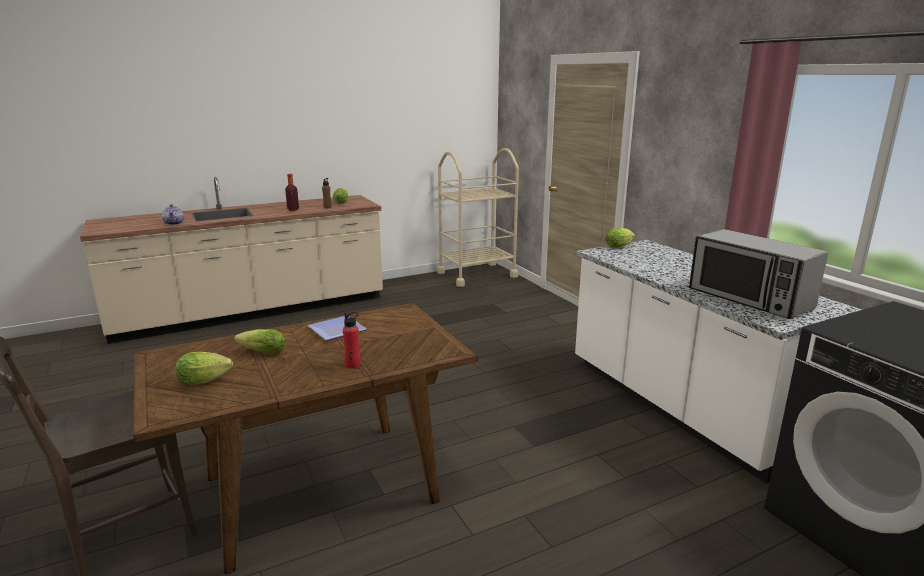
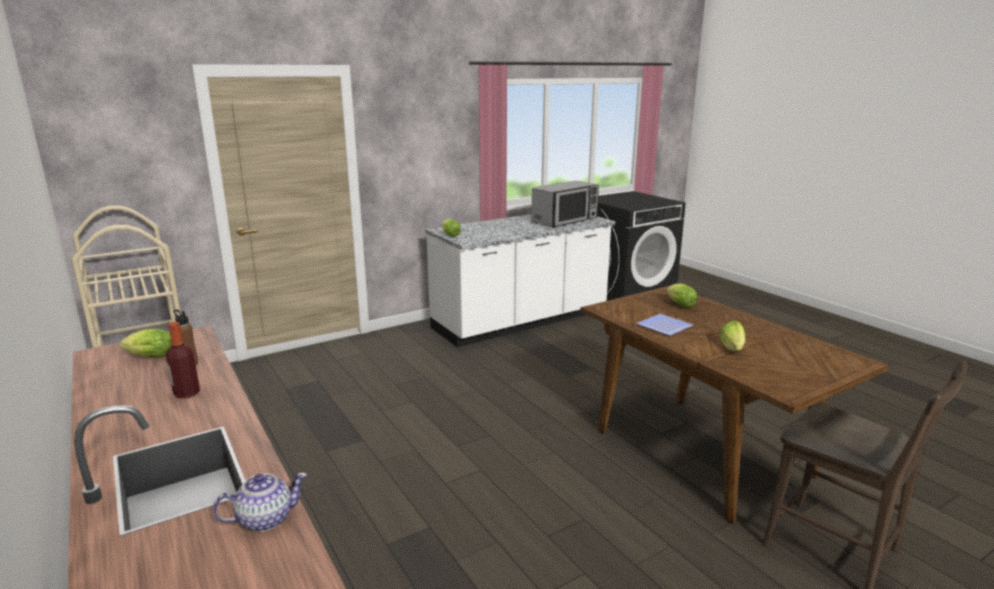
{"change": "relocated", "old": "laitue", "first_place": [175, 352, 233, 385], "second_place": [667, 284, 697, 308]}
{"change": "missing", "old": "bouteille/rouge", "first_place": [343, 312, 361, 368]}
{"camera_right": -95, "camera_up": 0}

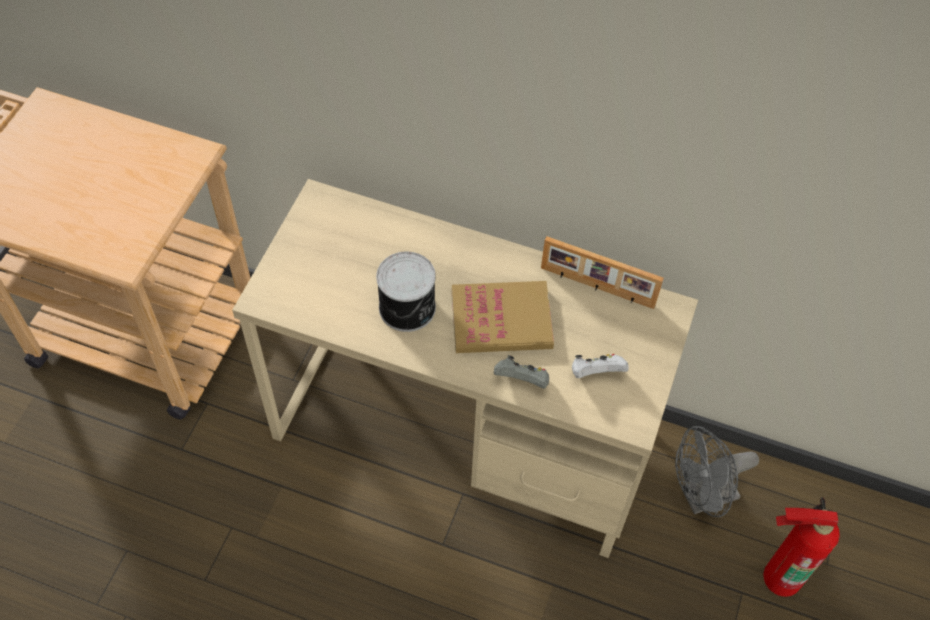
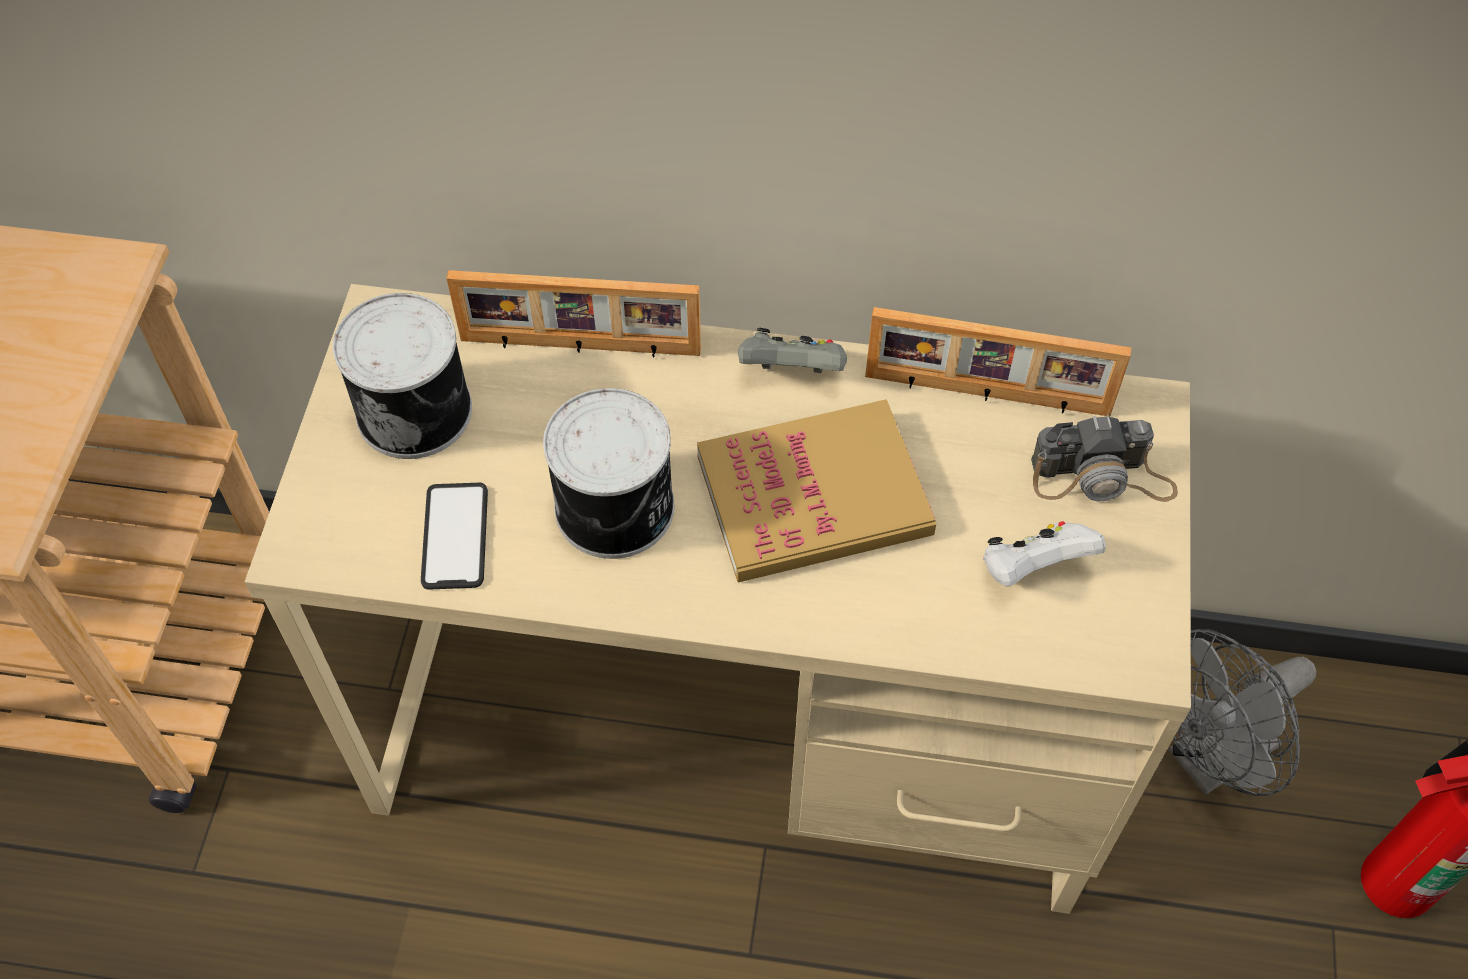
{"change": "relocated", "old": "manette/gris", "first_place": [494, 355, 549, 389], "second_place": [738, 328, 847, 373]}
{"change": "appeared", "new": "boîte métallique", "second_place": [333, 293, 472, 459]}
{"change": "appeared", "new": "téléphone", "second_place": [421, 483, 488, 590]}
{"change": "appeared", "new": "cadre photo", "second_place": [446, 270, 701, 358]}
{"change": "appeared", "new": "appareil photo", "second_place": [1031, 415, 1178, 502]}
{"camera_right": -10, "camera_up": 0}

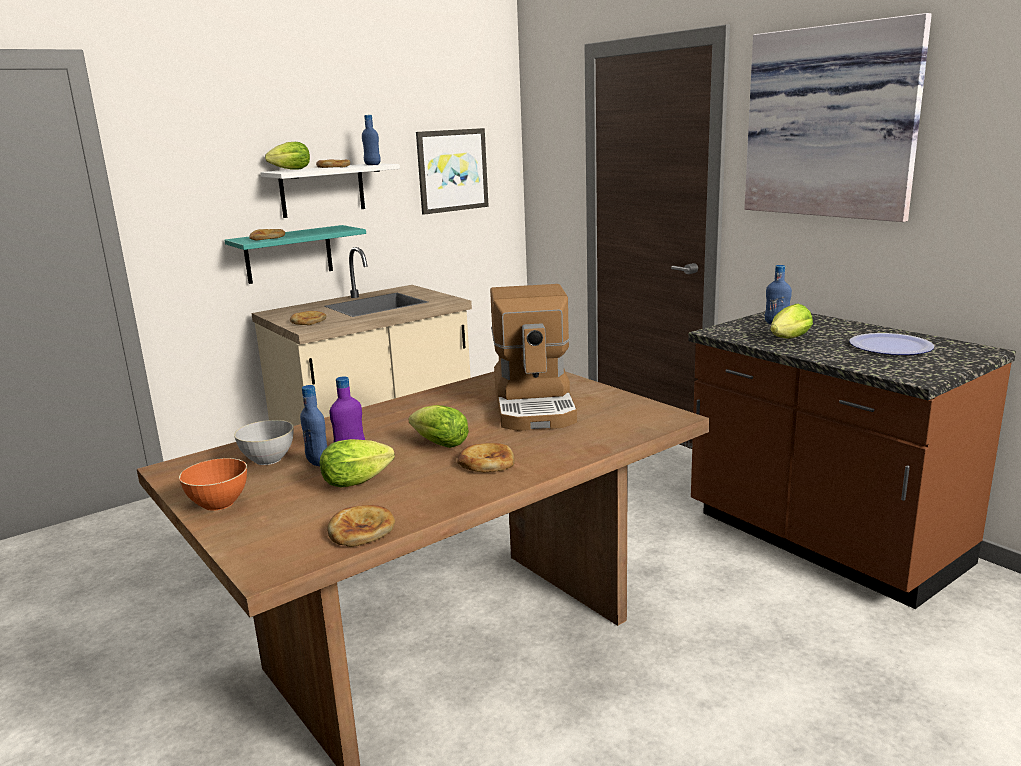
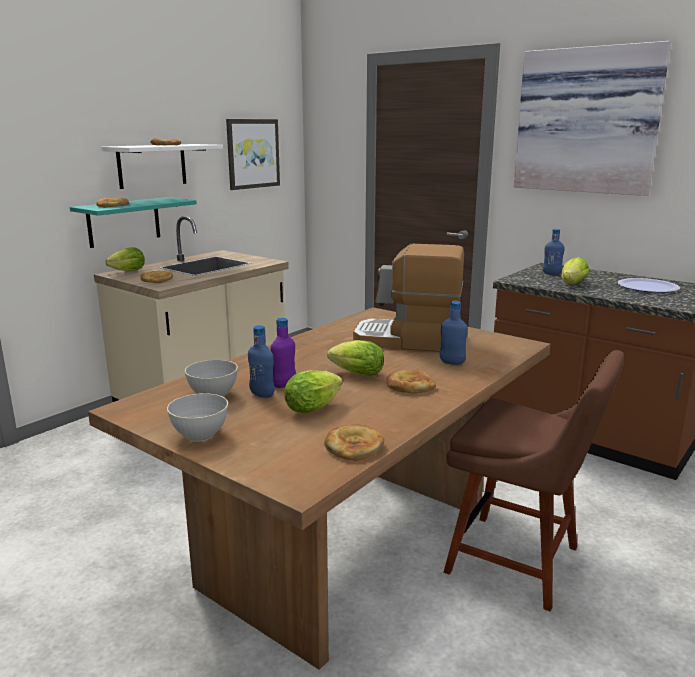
{"change": "colour", "old": "bol/orange", "new": "bol/gris", "first_place": [179, 458, 247, 511], "second_place": [167, 393, 228, 442]}
{"change": "relocated", "old": "laitue", "first_place": [265, 142, 310, 170], "second_place": [105, 248, 145, 271]}
{"change": "relocated", "old": "bouteille/bleu", "first_place": [362, 115, 381, 165], "second_place": [440, 301, 468, 365]}
{"change": "spun", "old": "machine à café", "first_place": [490, 284, 577, 431], "second_place": [353, 244, 464, 352], "degrees": 120}
{"change": "appeared", "new": "chaise/marron", "second_place": [444, 350, 624, 612]}
{"camera_right": -15, "camera_up": 0}

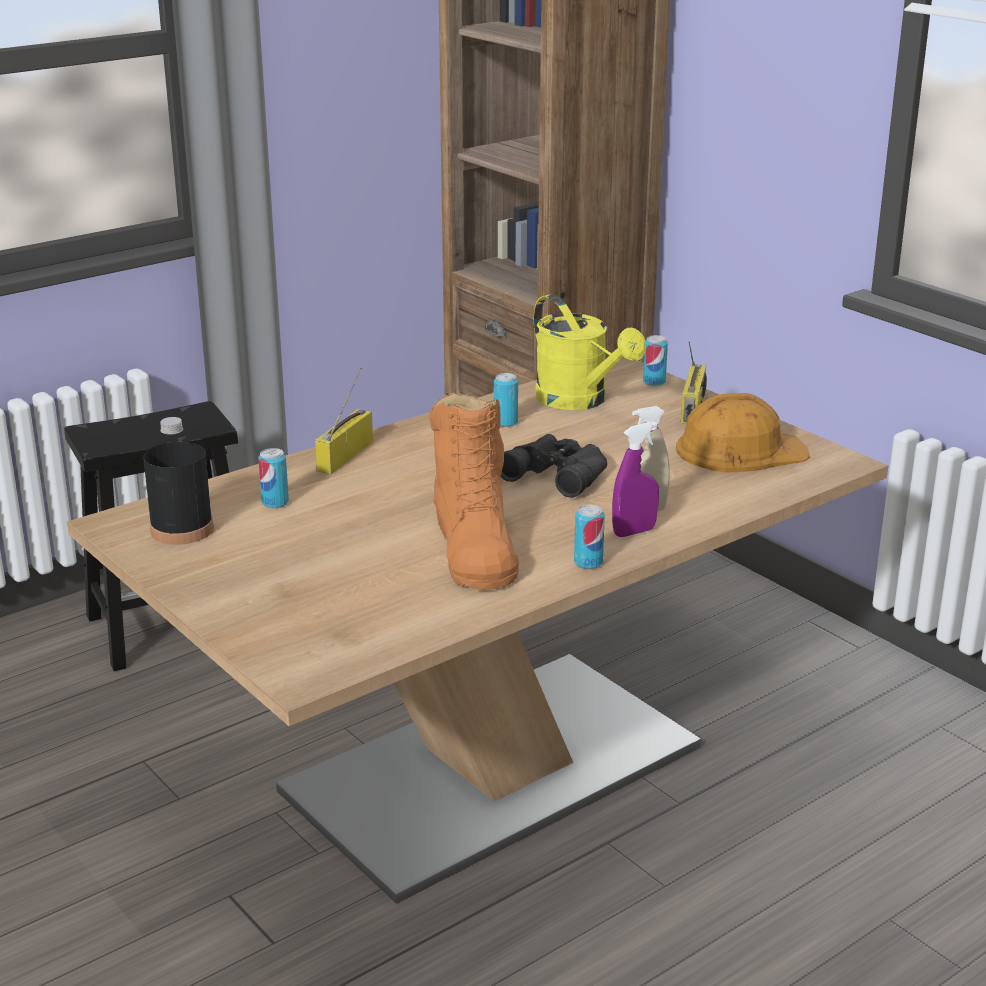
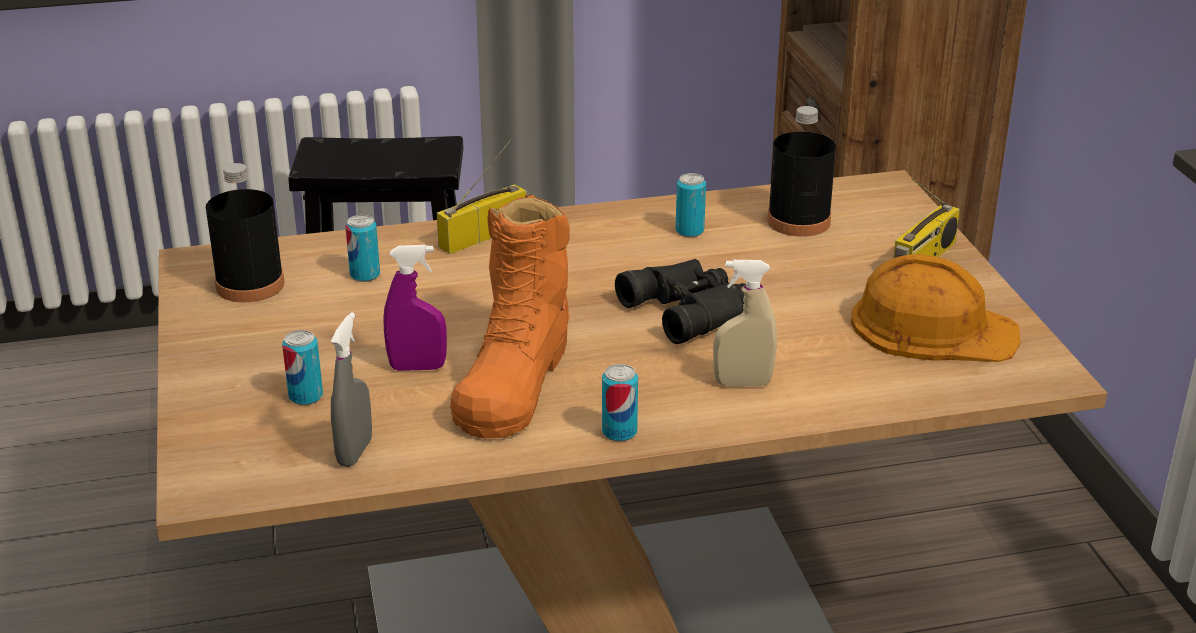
{"change": "exchanged", "old": "arrosoir/jaune", "new": "bouteille/noir", "first_place": [534, 294, 646, 410], "second_place": [767, 106, 836, 237]}
{"change": "relocated", "old": "vaporisateur/violet", "first_place": [612, 422, 659, 537], "second_place": [383, 245, 447, 371]}
{"change": "relocated", "old": "boîte métallique", "first_place": [643, 335, 668, 386], "second_place": [282, 330, 323, 405]}
{"change": "appeared", "new": "vaporisateur/gris", "second_place": [331, 312, 372, 467]}
{"camera_right": 25, "camera_up": 5}

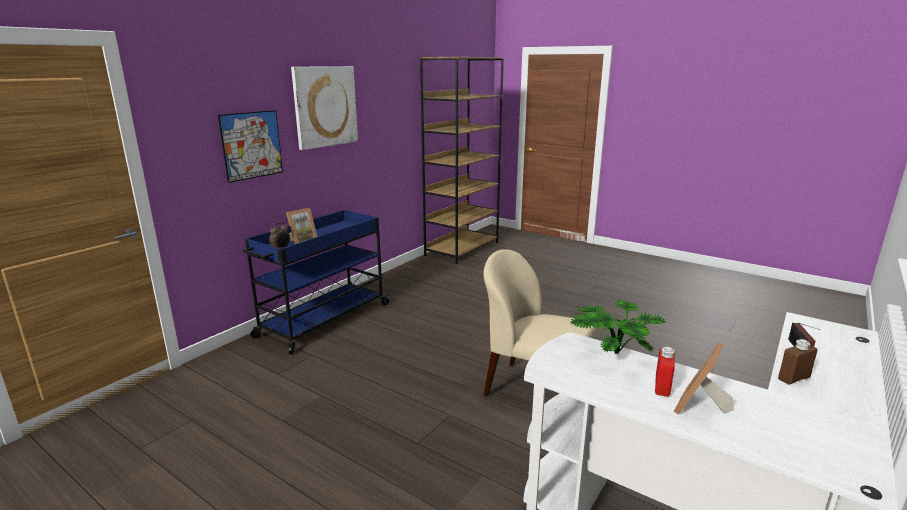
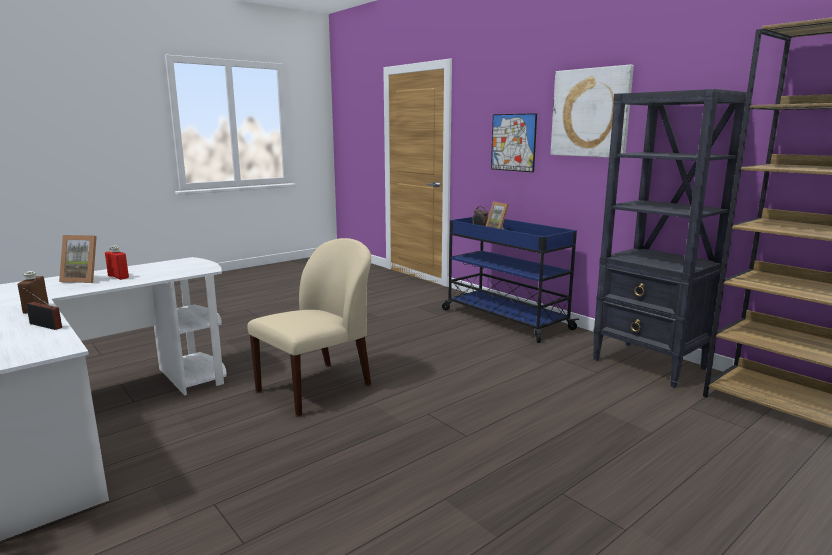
{"change": "missing", "old": "plante en pot", "first_place": [570, 300, 667, 354]}
{"change": "spun", "old": "cadre photo", "first_place": [674, 342, 734, 415], "second_place": [59, 235, 97, 283], "degrees": 135}
{"change": "appeared", "new": "bibliothèque/noir", "second_place": [593, 89, 747, 388]}
{"camera_right": 105, "camera_up": -5}

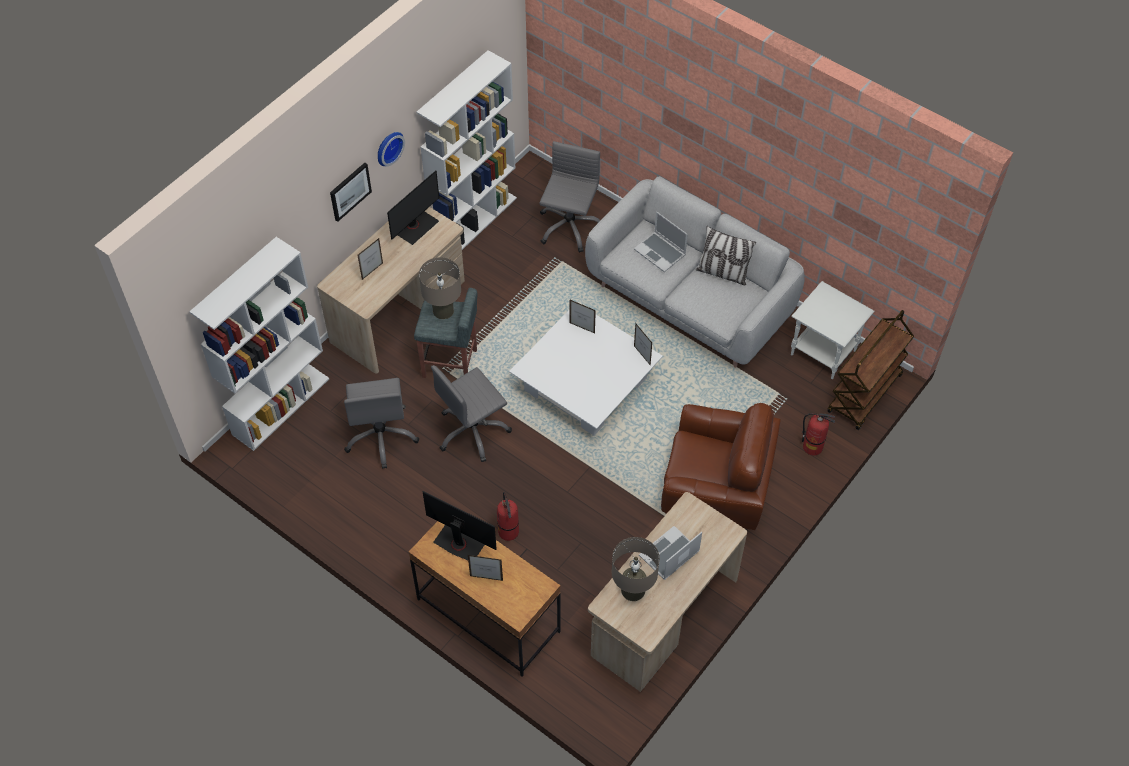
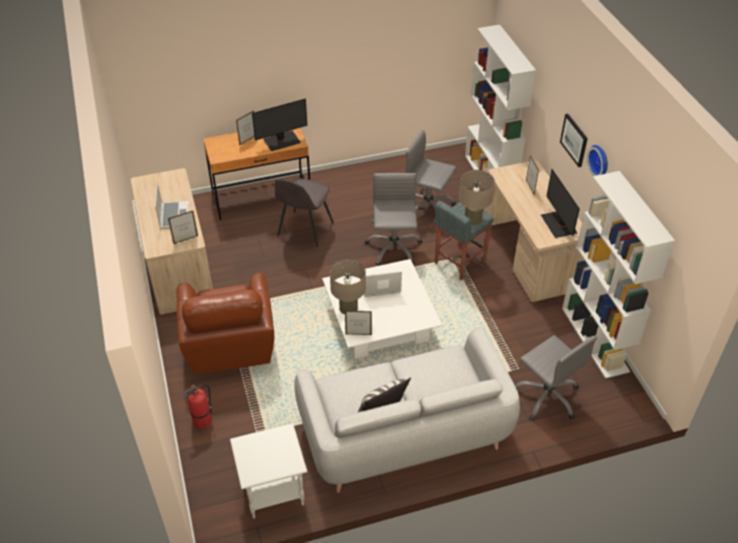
{"change": "exchanged", "old": "extincteur", "new": "chaise/gris", "first_place": [497, 492, 519, 541], "second_place": [275, 178, 334, 247]}
{"change": "relocated", "old": "cadre photo", "first_place": [570, 300, 596, 334], "second_place": [168, 211, 198, 244]}
{"change": "relocated", "old": "lampe de table/beige", "first_place": [612, 537, 660, 601], "second_place": [330, 259, 366, 315]}
{"change": "relocated", "old": "ordinateur portable", "first_place": [634, 212, 688, 272], "second_place": [364, 271, 402, 297]}
{"change": "spun", "old": "fauteuil/marron", "first_place": [661, 403, 781, 530], "second_place": [176, 273, 274, 374], "degrees": -60}
{"change": "missing", "old": "chariot/marron", "first_place": [827, 310, 914, 430]}
{"camera_right": 125, "camera_up": -10}

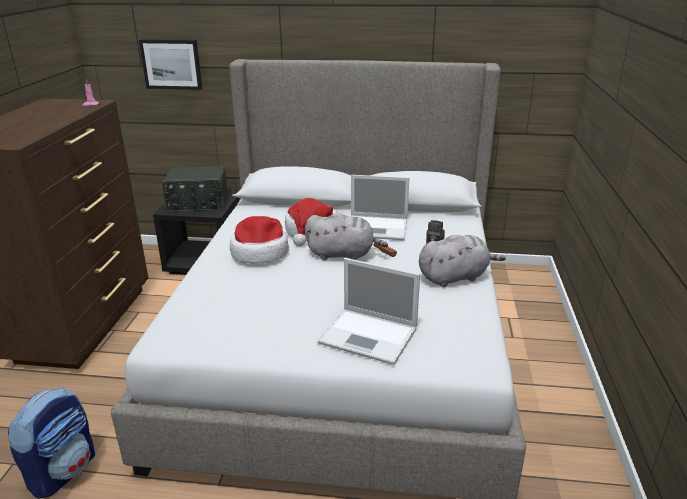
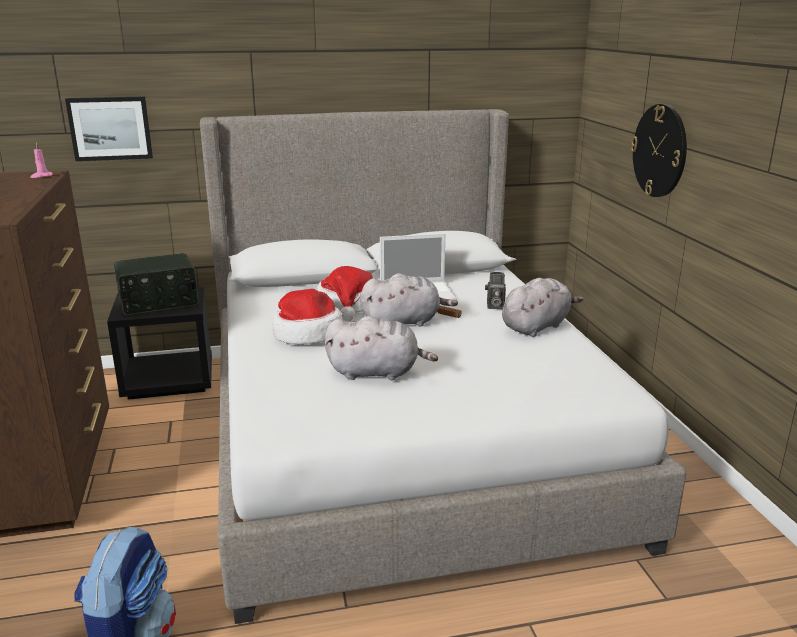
{"change": "missing", "old": "ordinateur portable", "first_place": [318, 258, 420, 365]}
{"change": "appeared", "new": "peluche/gris", "second_place": [325, 316, 438, 380]}
{"change": "appeared", "new": "horloge murale", "second_place": [631, 104, 687, 197]}
{"camera_right": -20, "camera_up": -5}

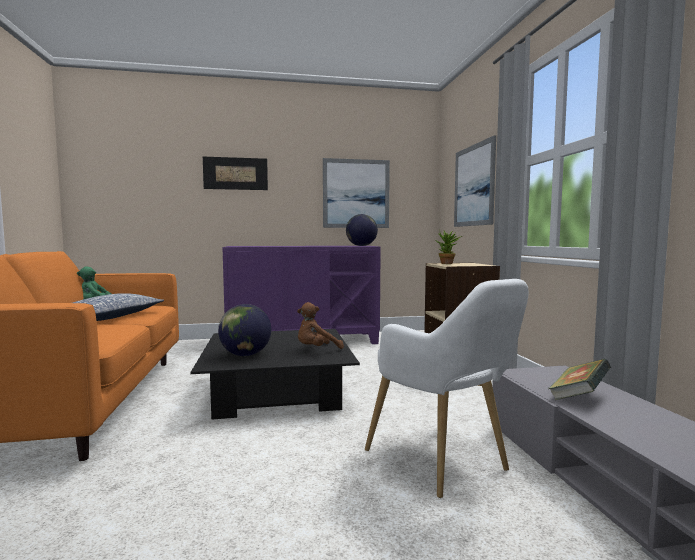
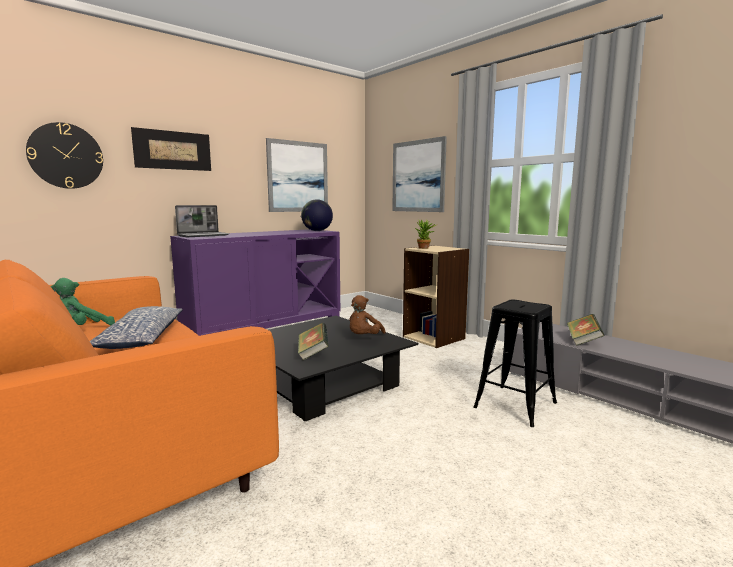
{"change": "exchanged", "old": "globe", "new": "livre", "first_place": [218, 304, 271, 356], "second_place": [298, 322, 329, 360]}
{"change": "exchanged", "old": "fauteuil/blanc", "new": "tabouret/noir", "first_place": [365, 279, 529, 498], "second_place": [473, 300, 557, 427]}
{"change": "appeared", "new": "horloge murale", "second_place": [26, 122, 103, 189]}
{"change": "appeared", "new": "ordinateur portable", "second_place": [175, 205, 229, 237]}
{"camera_right": -30, "camera_up": 5}

